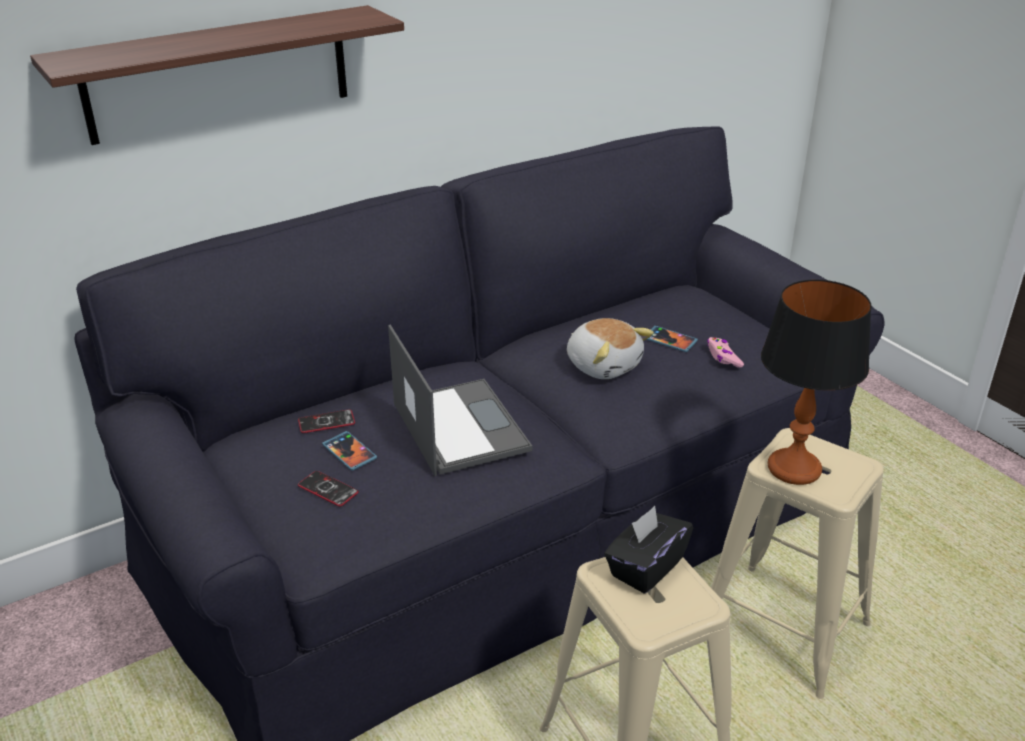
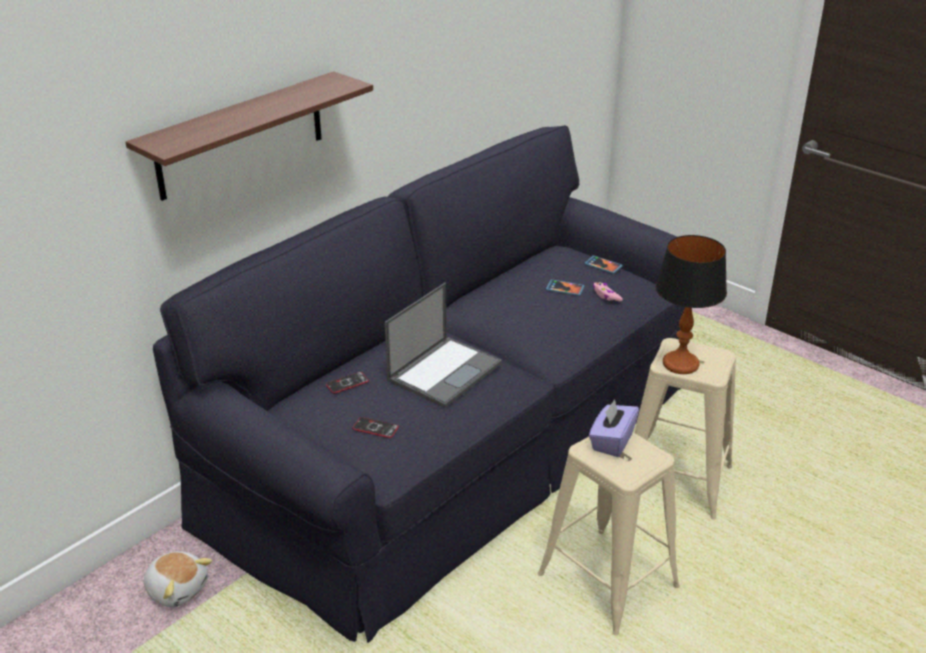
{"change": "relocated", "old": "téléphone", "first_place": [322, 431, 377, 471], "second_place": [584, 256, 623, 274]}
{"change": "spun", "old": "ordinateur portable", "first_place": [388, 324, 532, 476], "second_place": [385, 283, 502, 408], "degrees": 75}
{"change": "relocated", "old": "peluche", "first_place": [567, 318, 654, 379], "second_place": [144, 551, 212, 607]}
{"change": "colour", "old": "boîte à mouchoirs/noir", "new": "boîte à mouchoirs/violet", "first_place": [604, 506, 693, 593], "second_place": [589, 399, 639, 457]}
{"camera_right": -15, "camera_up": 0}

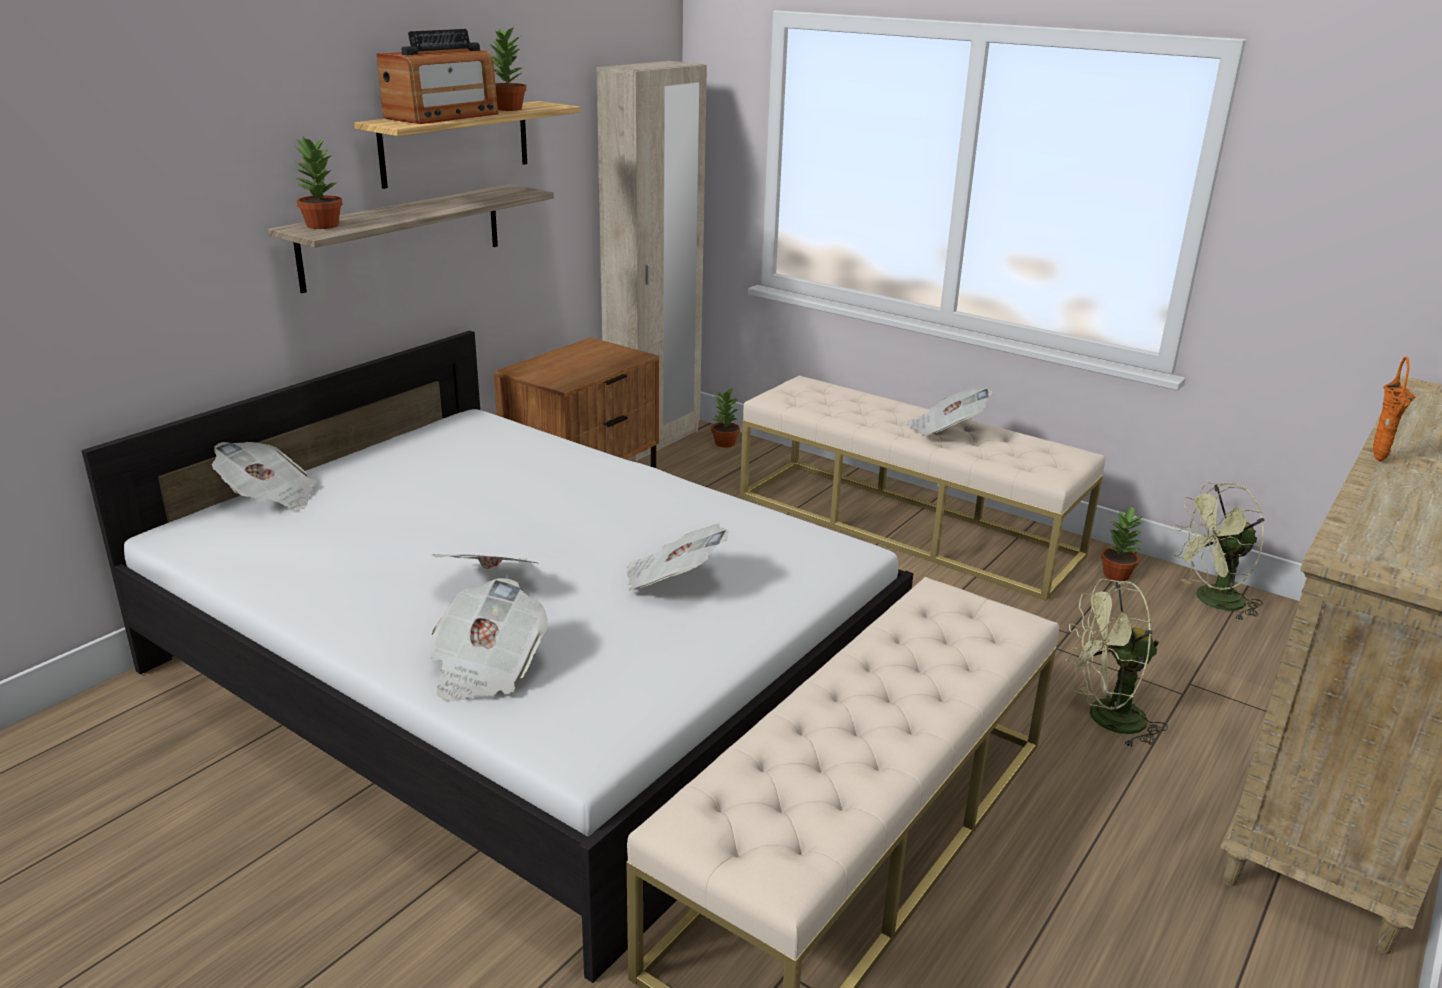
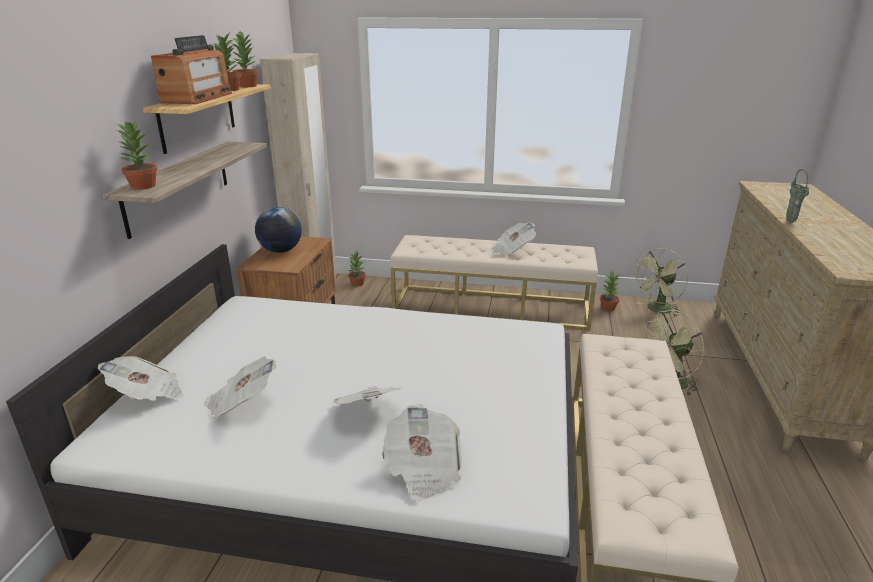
{"change": "relocated", "old": "journal", "first_place": [626, 524, 728, 591], "second_place": [205, 356, 276, 420]}
{"change": "colour", "old": "vase/orange", "new": "vase/vert", "first_place": [1373, 356, 1415, 462], "second_place": [786, 169, 809, 223]}
{"change": "appeared", "new": "plante en pot", "second_place": [232, 31, 259, 87]}
{"change": "appeared", "new": "globe", "second_place": [255, 207, 302, 253]}
{"camera_right": -25, "camera_up": 0}

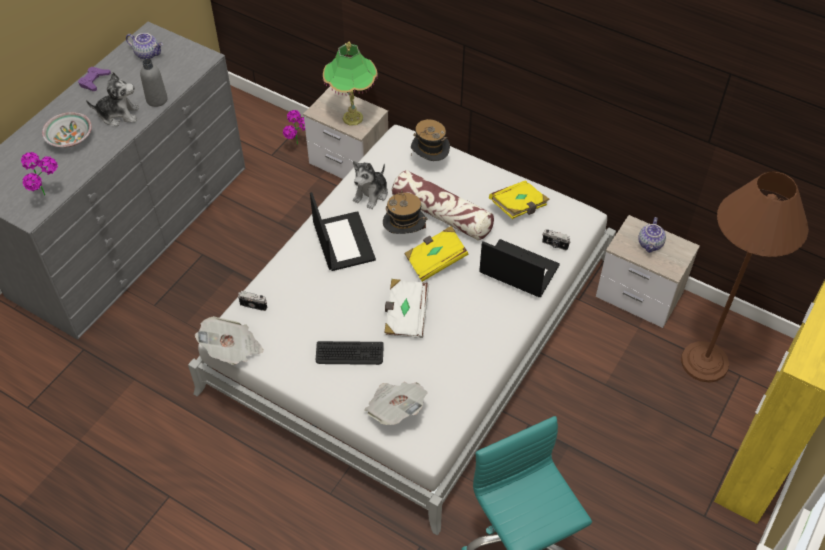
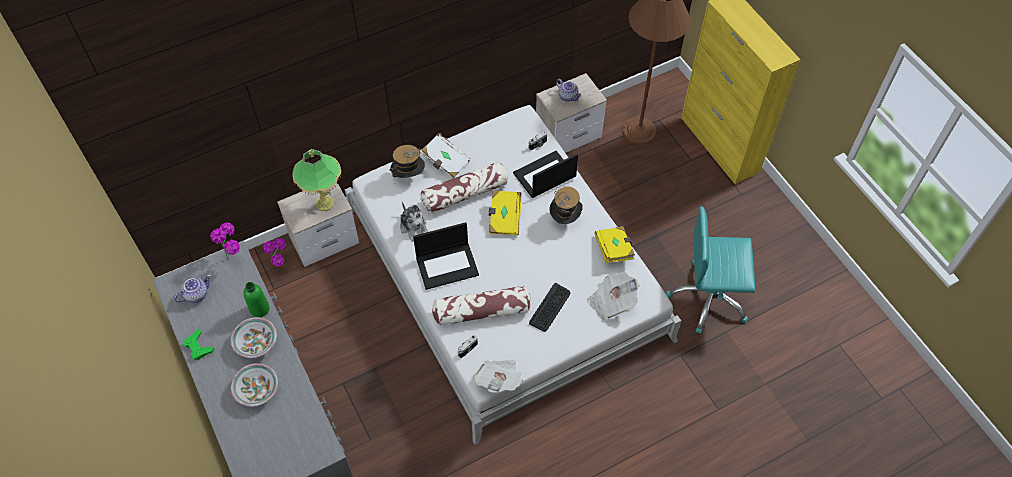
{"change": "relocated", "old": "plante en pot", "first_place": [21, 152, 58, 195], "second_place": [210, 222, 240, 259]}
{"change": "colour", "old": "manette/violet", "new": "manette/vert", "first_place": [78, 67, 111, 91], "second_place": [183, 329, 214, 360]}
{"change": "exchanged", "old": "peluche", "new": "bol", "first_place": [86, 72, 139, 126], "second_place": [231, 317, 277, 358]}
{"change": "colour", "old": "bouteille/gris", "new": "bouteille/vert", "first_place": [140, 59, 168, 107], "second_place": [243, 282, 270, 317]}
{"change": "spun", "old": "ordinateur portable", "first_place": [310, 192, 376, 271], "second_place": [413, 222, 479, 290], "degrees": 150}
{"change": "relocated", "old": "chapeau", "first_place": [383, 189, 428, 234], "second_place": [550, 187, 583, 224]}
{"change": "relocated", "old": "livre/blanc", "first_place": [384, 279, 429, 338], "second_place": [421, 133, 471, 179]}
{"change": "relocated", "old": "livre/jaune", "first_place": [489, 180, 550, 219], "second_place": [594, 226, 635, 263]}
{"change": "appeared", "new": "coussin", "second_place": [432, 286, 531, 325]}
{"camera_right": -60, "camera_up": 5}

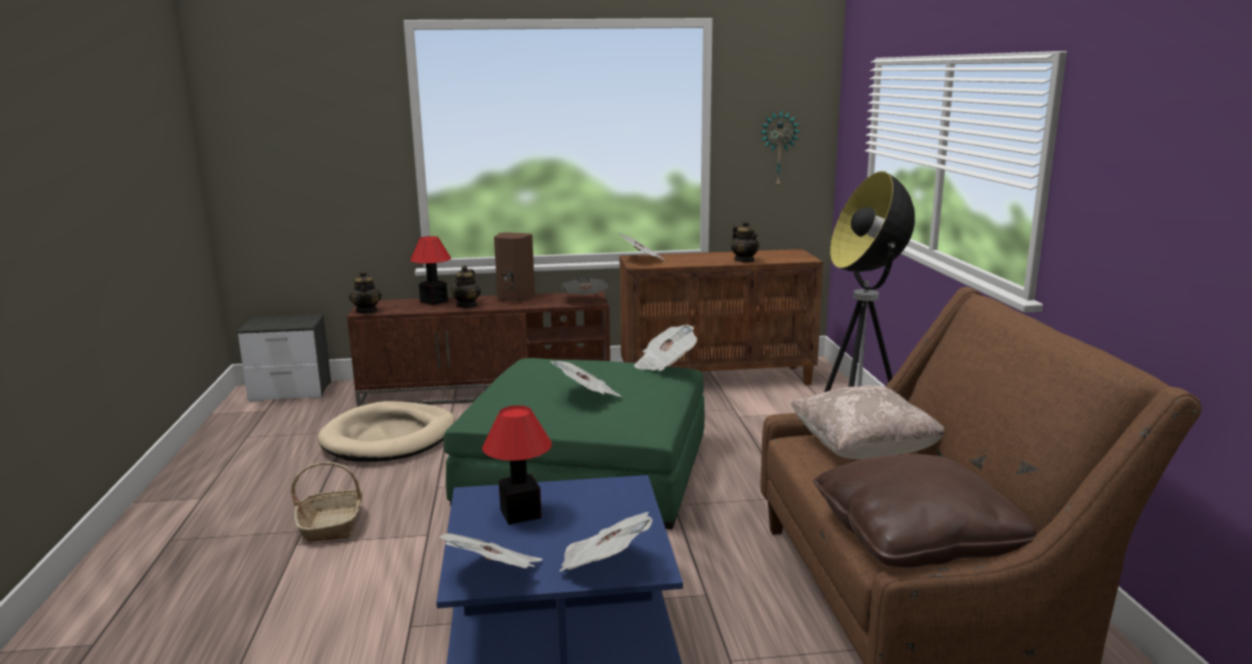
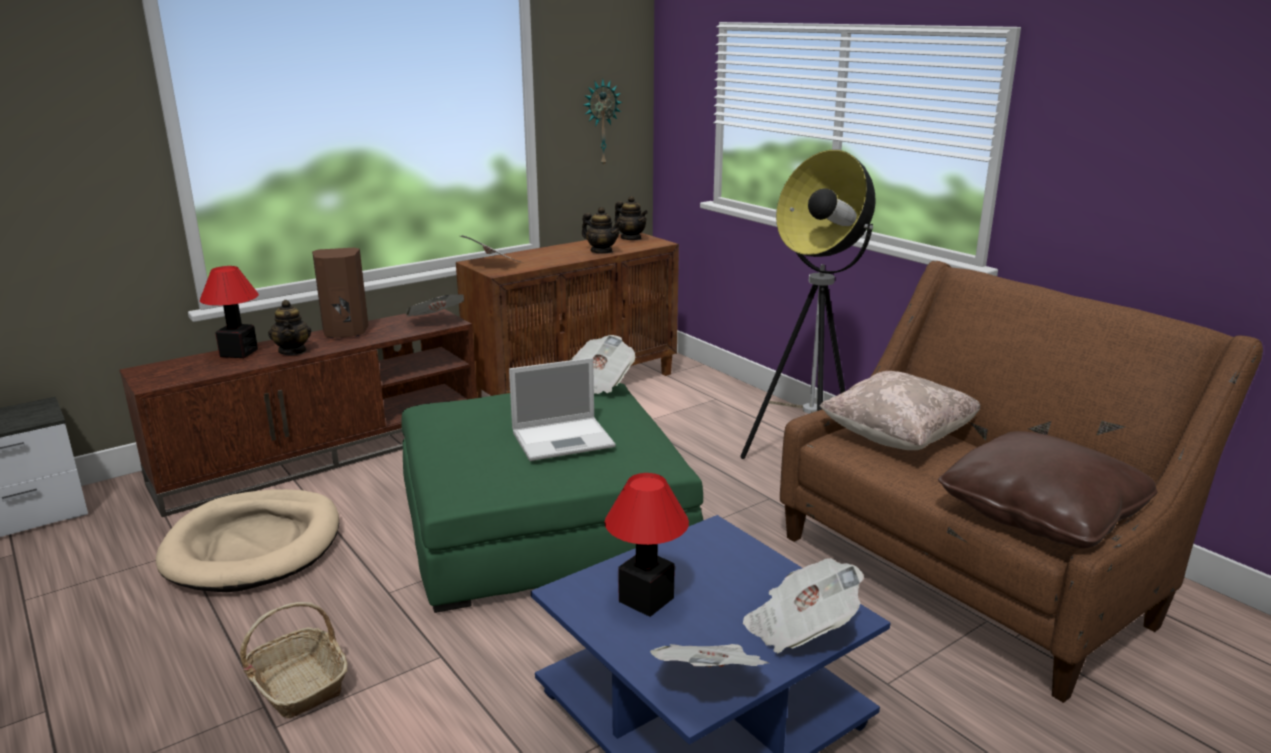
{"change": "relocated", "old": "théière", "first_place": [349, 270, 382, 313], "second_place": [615, 196, 648, 240]}
{"change": "exchanged", "old": "journal", "new": "ordinateur portable", "first_place": [550, 361, 621, 396], "second_place": [509, 358, 616, 461]}
{"camera_right": -30, "camera_up": 5}

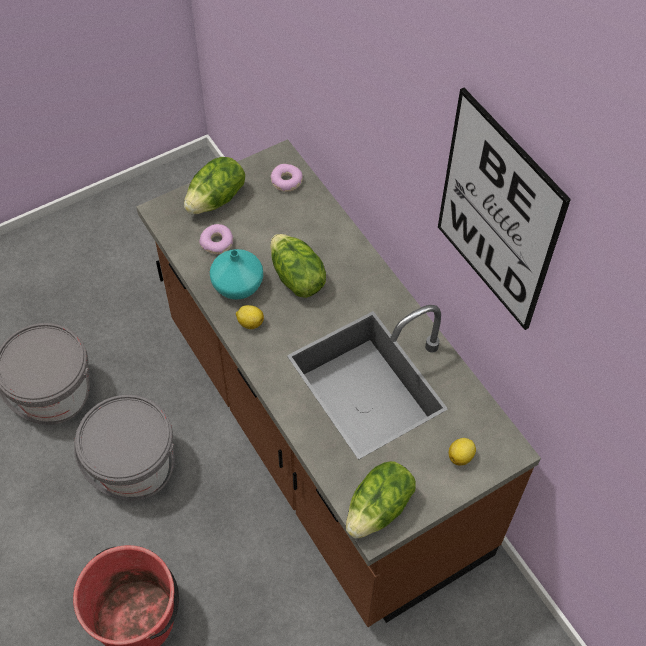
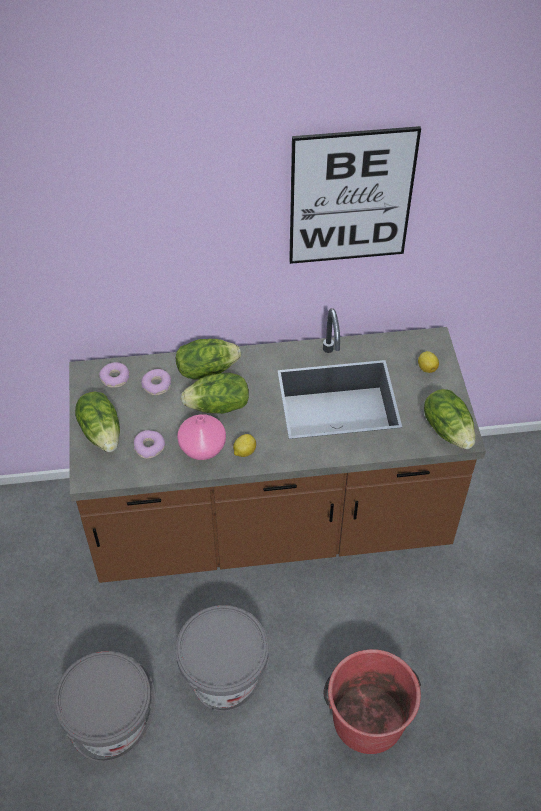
{"change": "colour", "old": "vase/turquoise", "new": "vase/rose", "first_place": [210, 249, 263, 300], "second_place": [177, 414, 226, 460]}
{"change": "appeared", "new": "beignet", "second_place": [141, 369, 171, 395]}
{"change": "appeared", "new": "laitue", "second_place": [176, 339, 241, 380]}
{"camera_right": -65, "camera_up": -5}

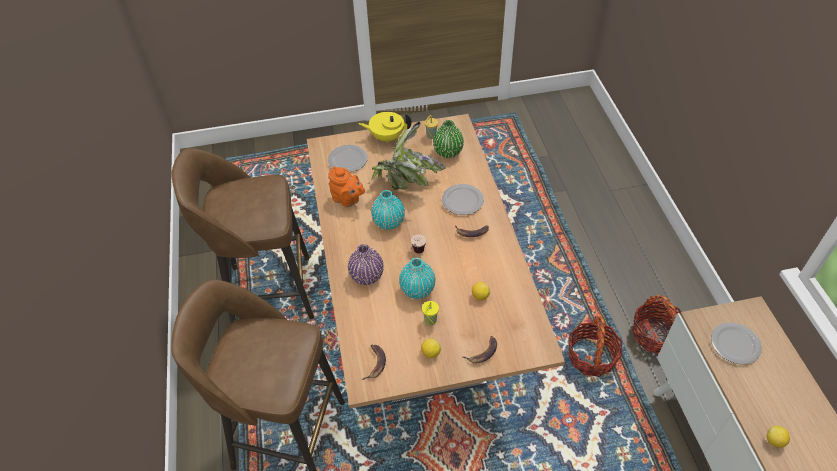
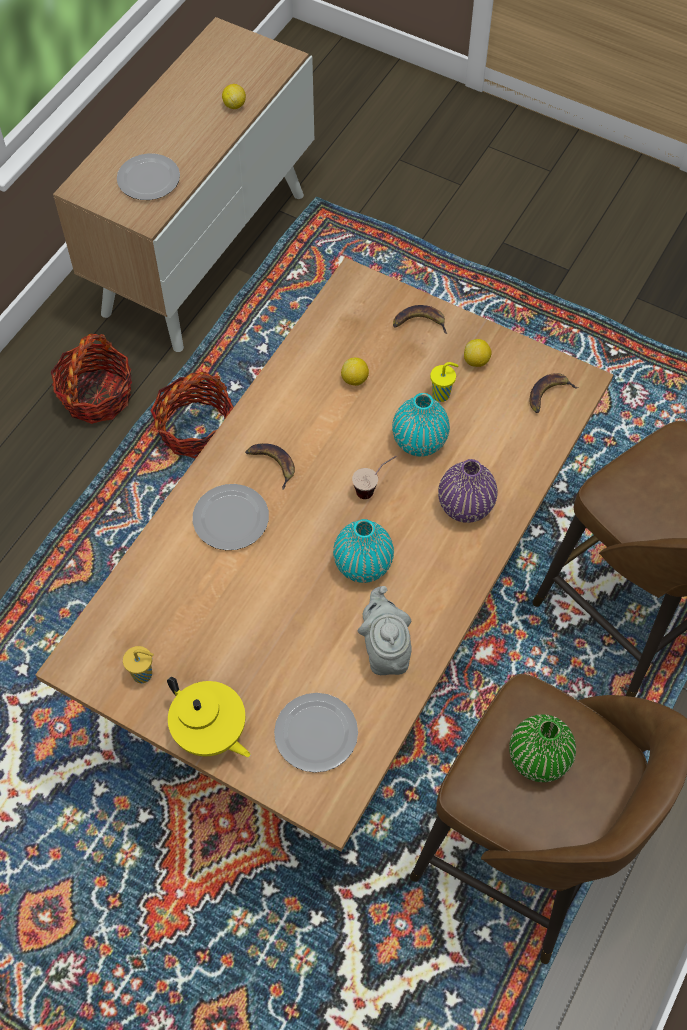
{"change": "colour", "old": "théière/orange", "new": "théière/gris", "first_place": [328, 166, 365, 207], "second_place": [357, 586, 412, 675]}
{"change": "missing", "old": "plante en pot", "first_place": [368, 121, 446, 190]}
{"change": "relocated", "old": "vase/vert", "first_place": [433, 120, 464, 158], "second_place": [509, 714, 576, 782]}
{"camera_right": -140, "camera_up": 10}

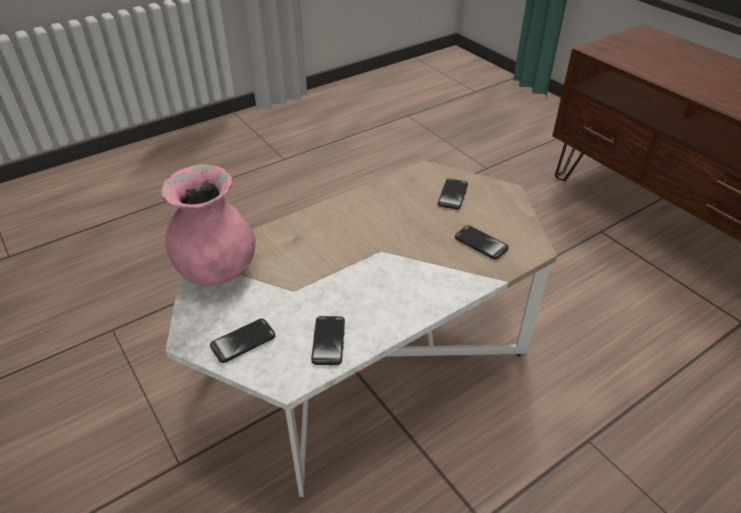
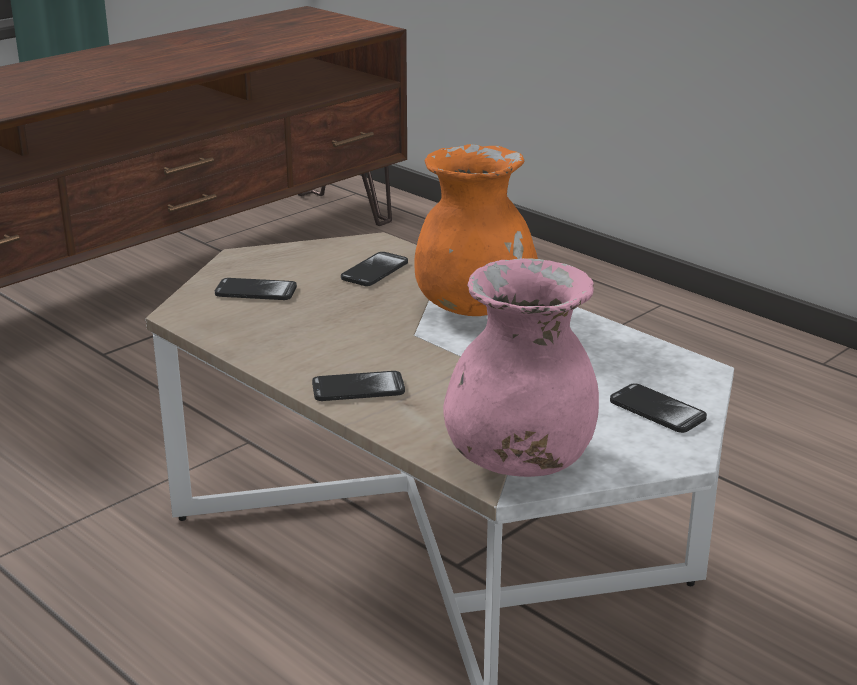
{"change": "relocated", "old": "téléphone", "first_place": [311, 316, 345, 365], "second_place": [312, 371, 405, 401]}
{"change": "appeared", "new": "vase/orange", "second_place": [414, 144, 538, 316]}
{"camera_right": -100, "camera_up": -15}

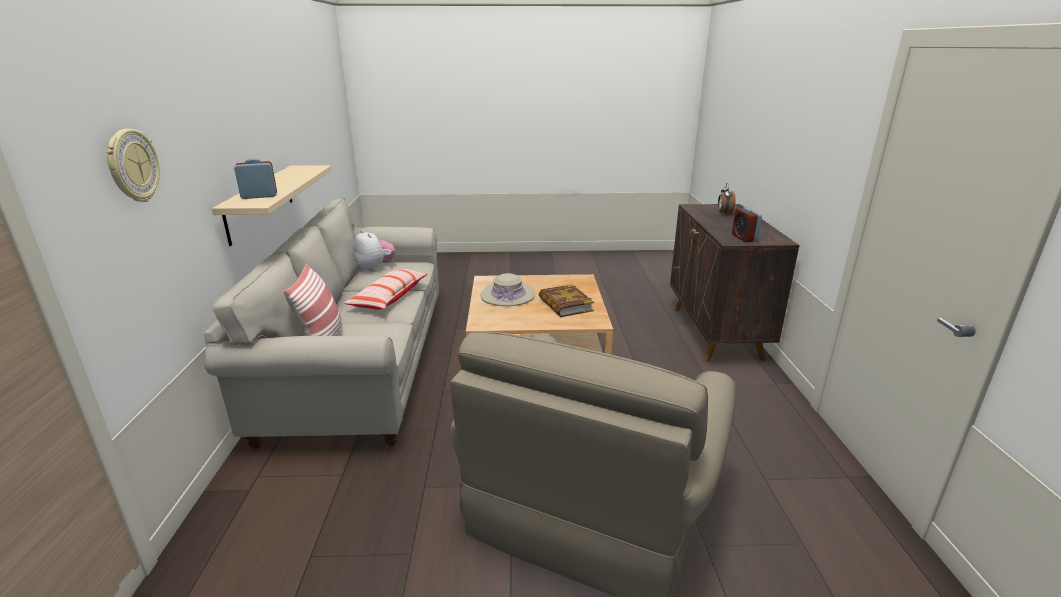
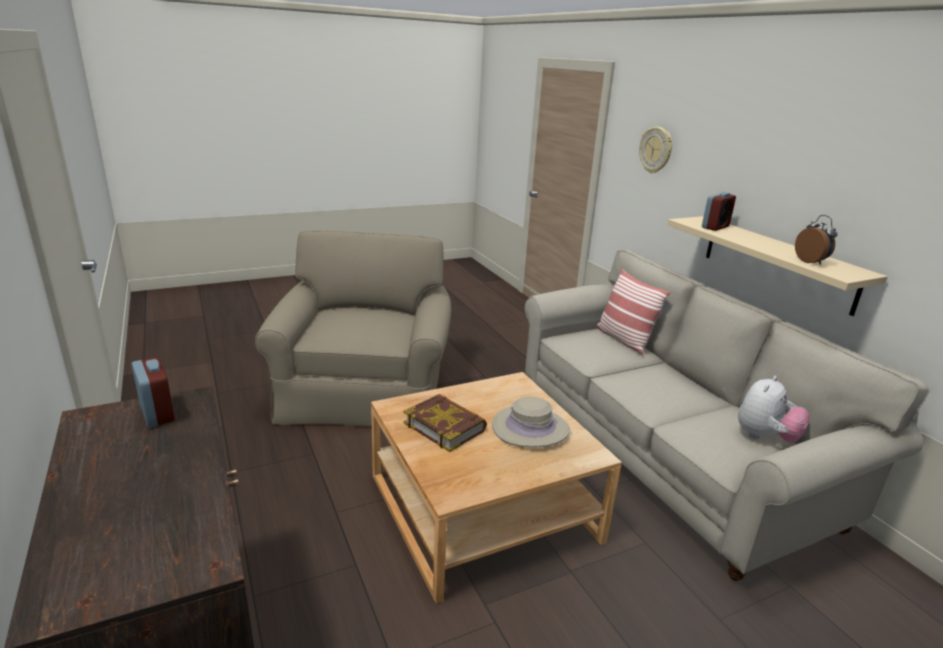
{"change": "missing", "old": "coussin", "first_place": [344, 269, 428, 310]}
{"change": "spun", "old": "peluche", "first_place": [354, 230, 395, 272], "second_place": [738, 376, 810, 442], "degrees": -75}
{"change": "relocated", "old": "réveil", "first_place": [718, 183, 735, 214], "second_place": [795, 215, 838, 265]}
{"camera_right": 155, "camera_up": 0}

